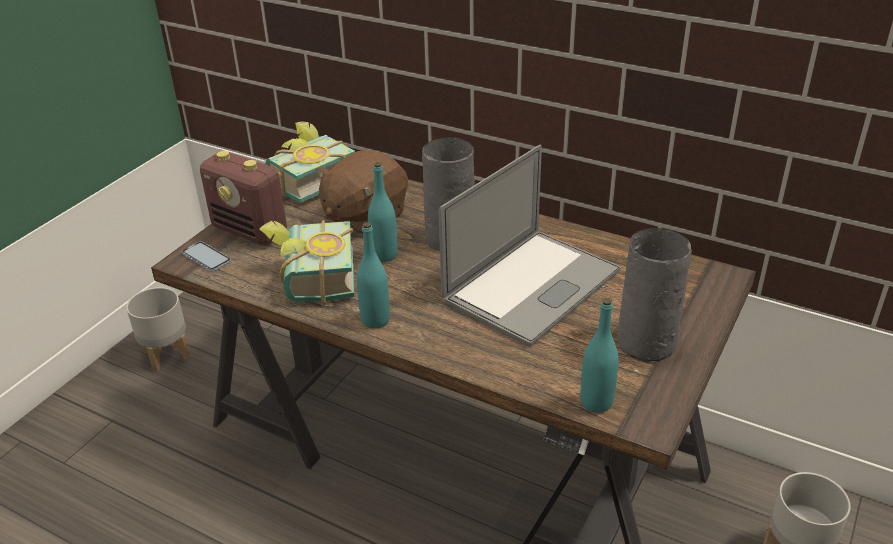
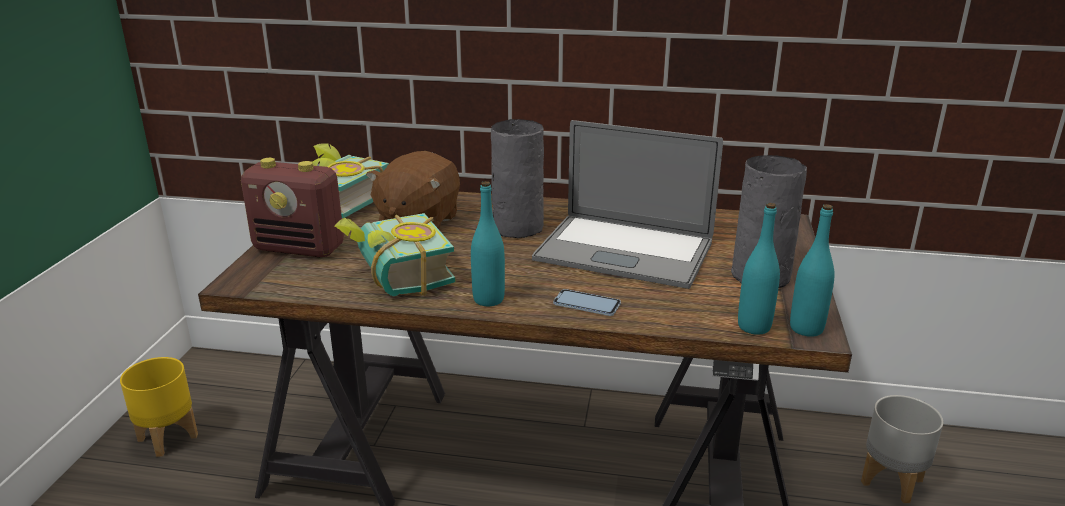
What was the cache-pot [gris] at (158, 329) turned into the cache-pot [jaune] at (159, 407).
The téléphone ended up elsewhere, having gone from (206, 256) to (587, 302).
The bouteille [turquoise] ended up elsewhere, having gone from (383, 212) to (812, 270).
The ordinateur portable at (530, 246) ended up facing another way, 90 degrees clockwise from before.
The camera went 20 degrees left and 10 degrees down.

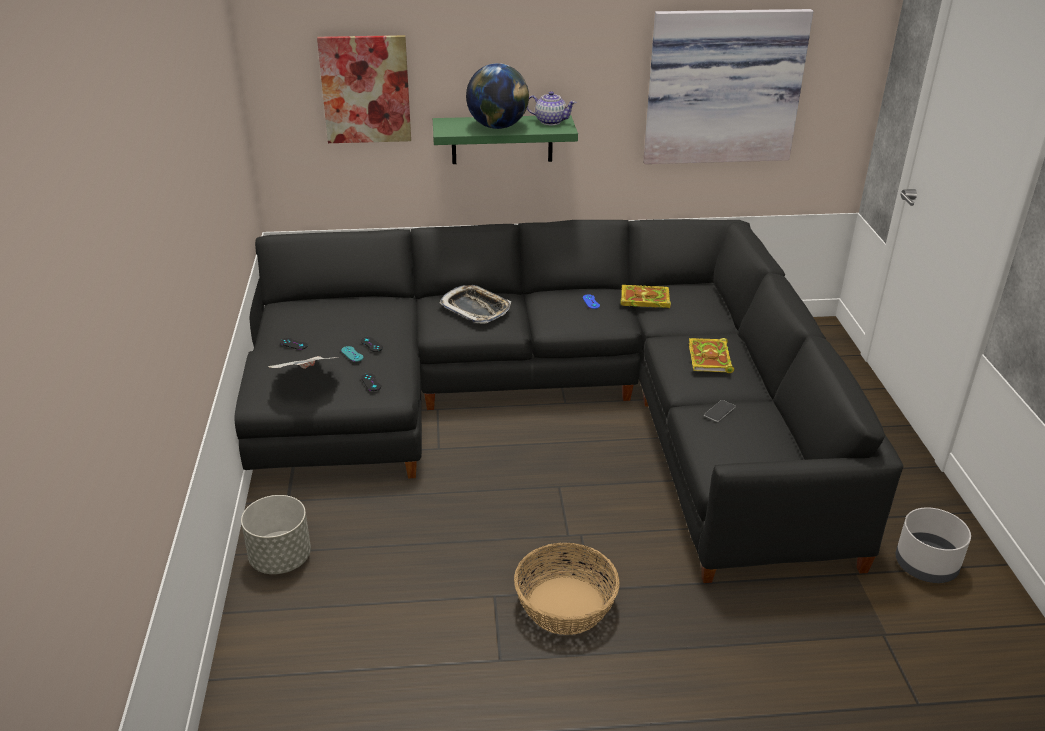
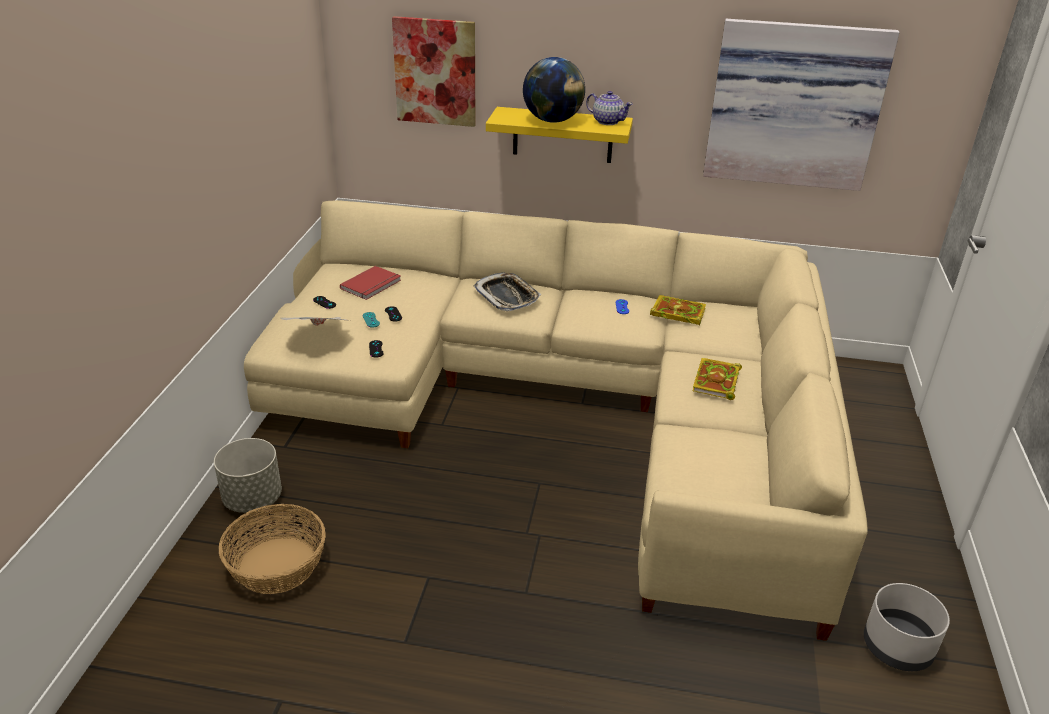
What was the canapé [noir] at (569, 401) turned into the canapé [beige] at (556, 420).
What was the étagère [vert] at (505, 139) turned into the étagère [jaune] at (559, 135).
The panier ended up elsewhere, having gone from (567, 589) to (272, 549).
The second view lost the téléphone at (720, 411).
The second view gained the livre [rouge] at (370, 283).
The camera went 15 degrees right and 0 degrees up.

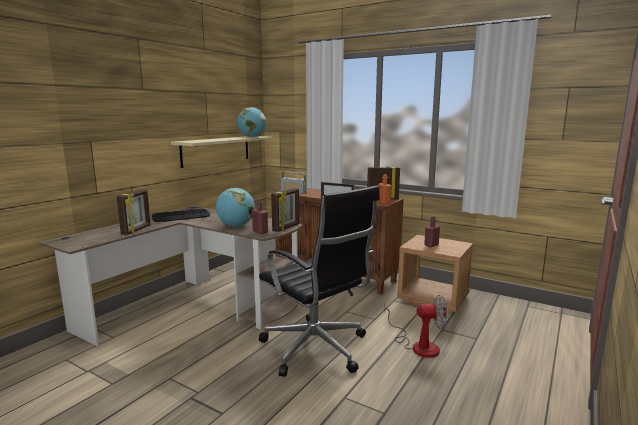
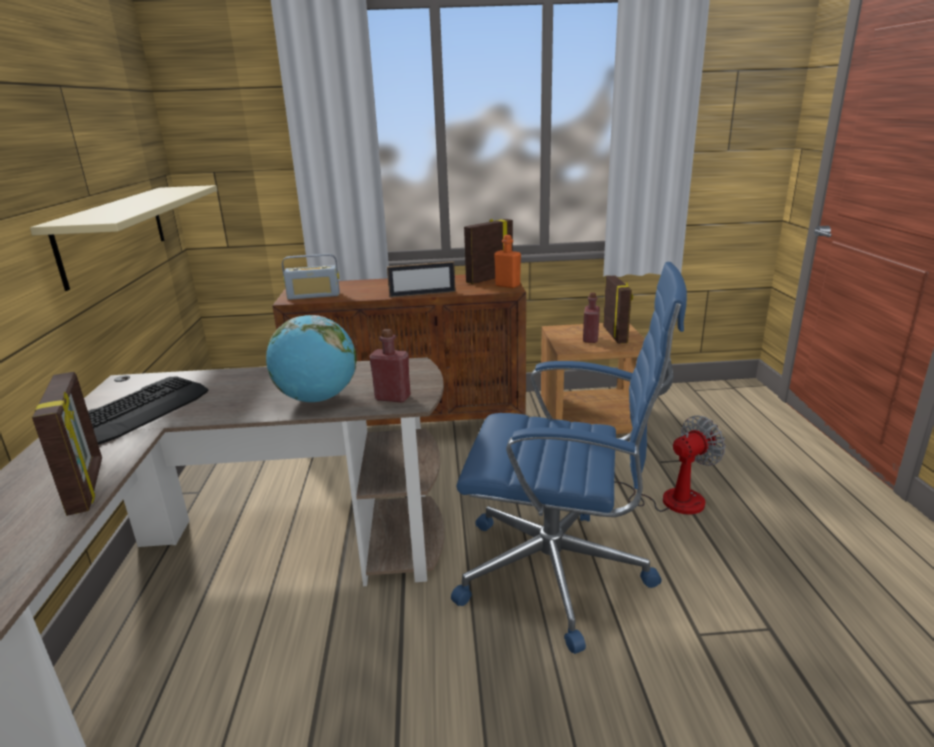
The second view lost the globe at (251, 122).
What was the chaise de bureau [noir] at (319, 281) turned into the chaise de bureau [bleu] at (569, 458).
The cadre photo ended up elsewhere, having gone from (285, 210) to (618, 309).
The camera went 35 degrees left and 10 degrees up.

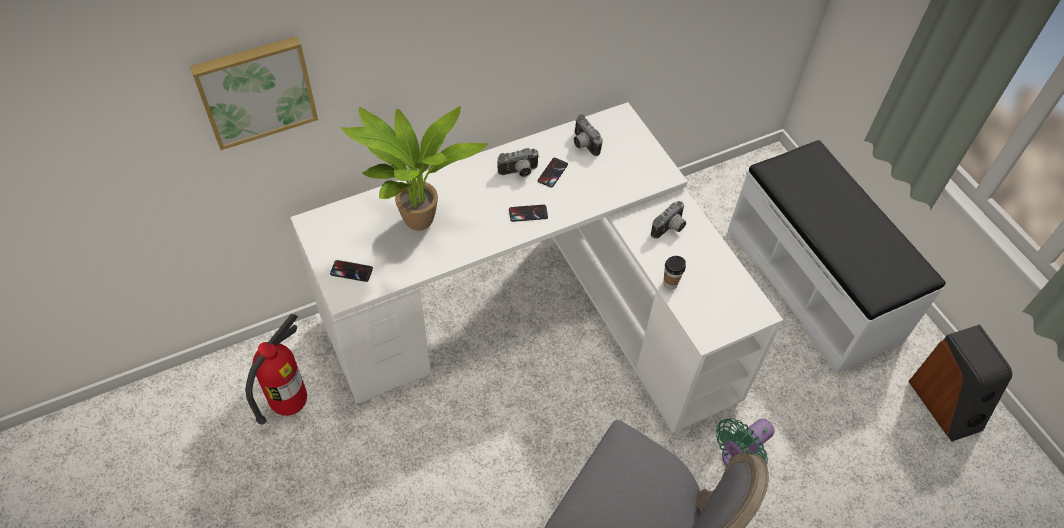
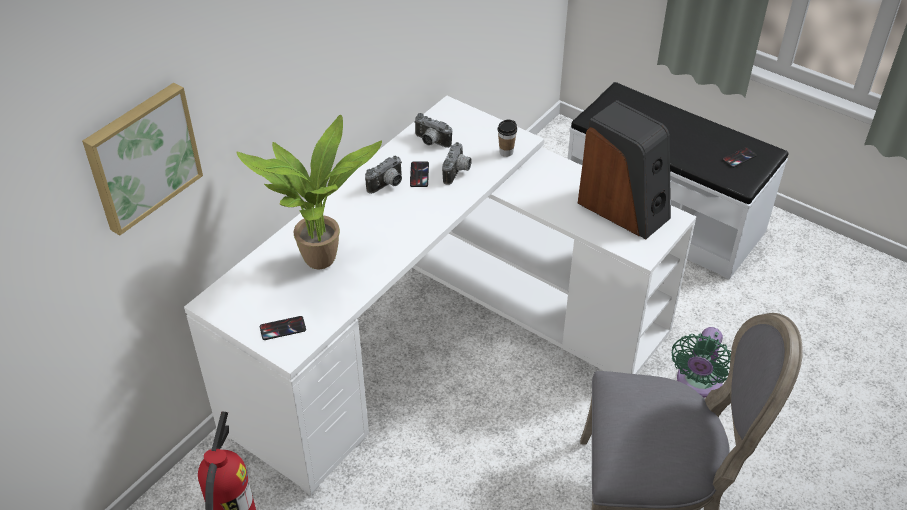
The téléphone ended up elsewhere, having gone from (528, 213) to (739, 157).
The appareil photo ended up elsewhere, having gone from (668, 220) to (457, 163).
The tasse ended up elsewhere, having gone from (674, 273) to (507, 138).
The enceinte ended up elsewhere, having gone from (960, 383) to (624, 169).
The camera went 25 degrees left and 10 degrees down.

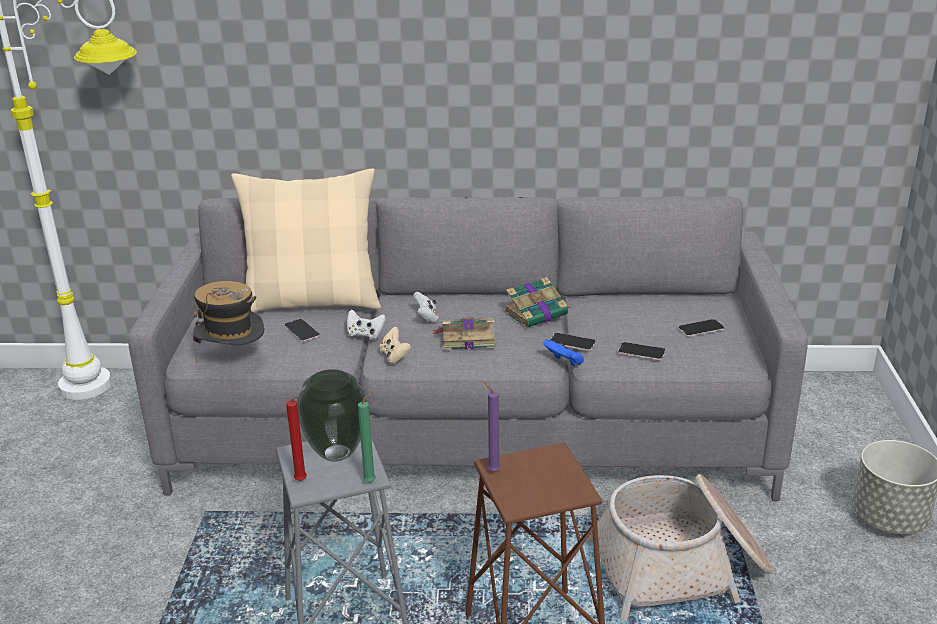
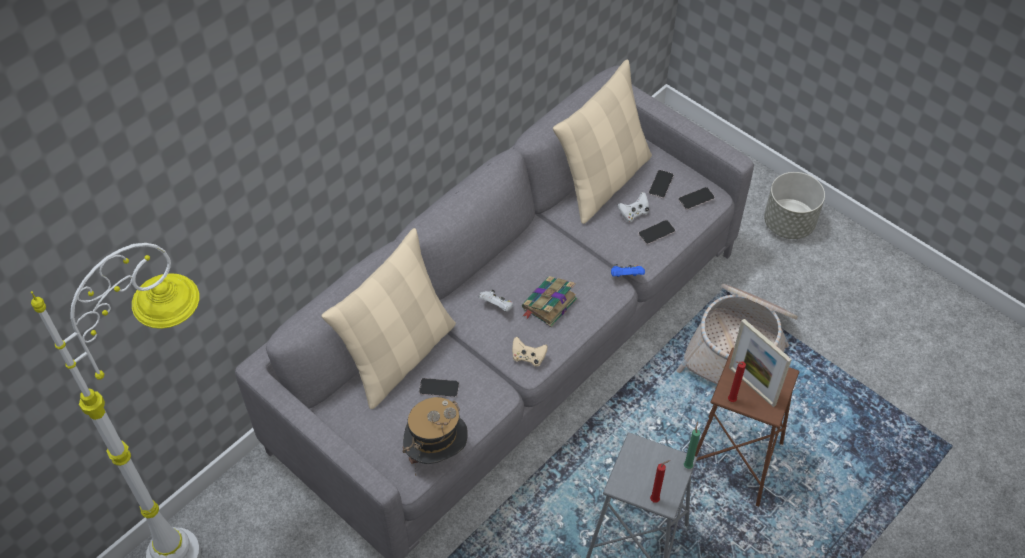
The second view lost the vase at (332, 415).
The manette [blanc] ended up elsewhere, having gone from (366, 324) to (633, 207).
What was the bougie [violet] at (492, 427) turned into the bougie [rouge] at (737, 381).
The second view lost the livre at (537, 302).
The téléphone ended up elsewhere, having gone from (573, 342) to (696, 198).
The second view gained the coussin [beige] at (602, 142).
The second view gained the cadre photo at (760, 363).
The camera went 50 degrees left and 25 degrees up.

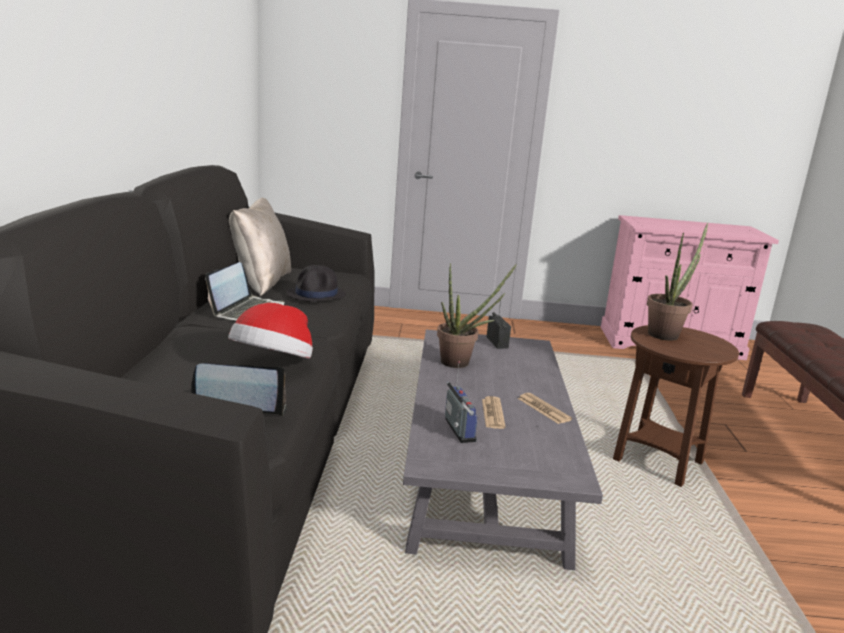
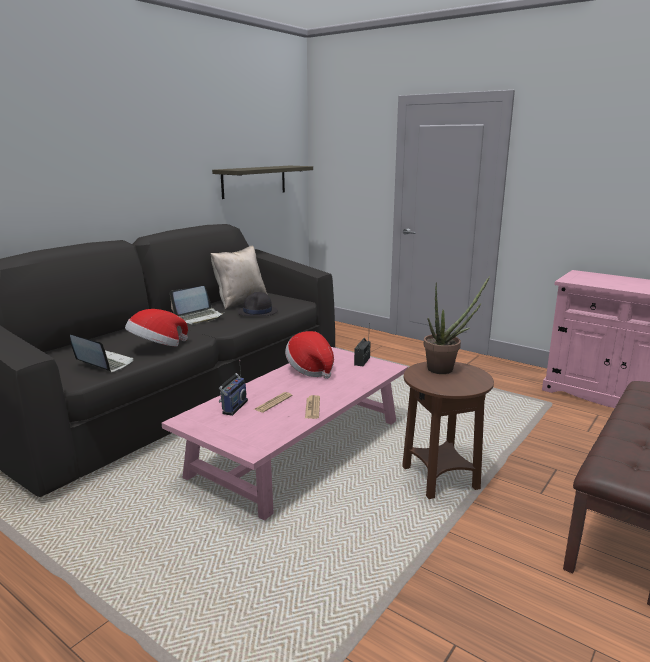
What was the table basse [gris] at (503, 450) turned into the table basse [rose] at (285, 433).
Where the plante en pot stood at (477, 315), the chapeau came to stand at (309, 355).
The second view gained the étagère at (262, 182).
The camera went 35 degrees right and 0 degrees up.

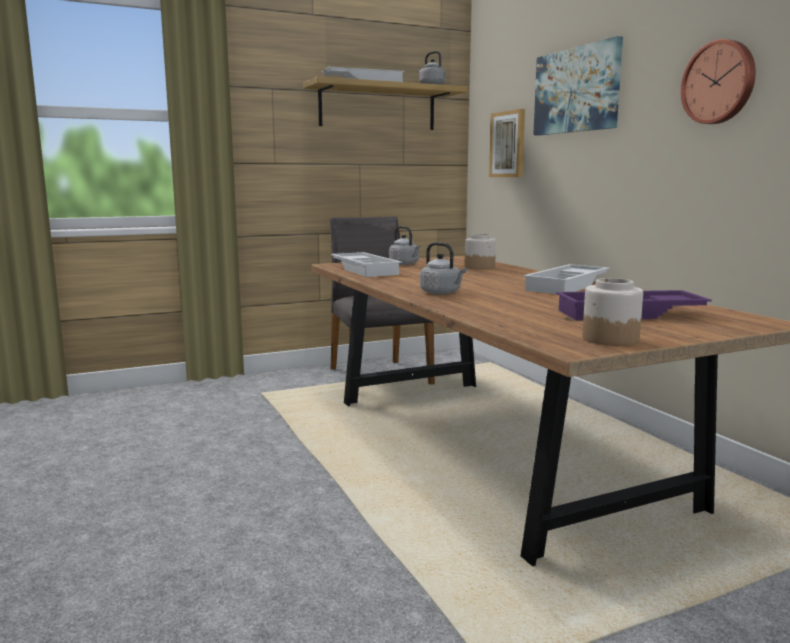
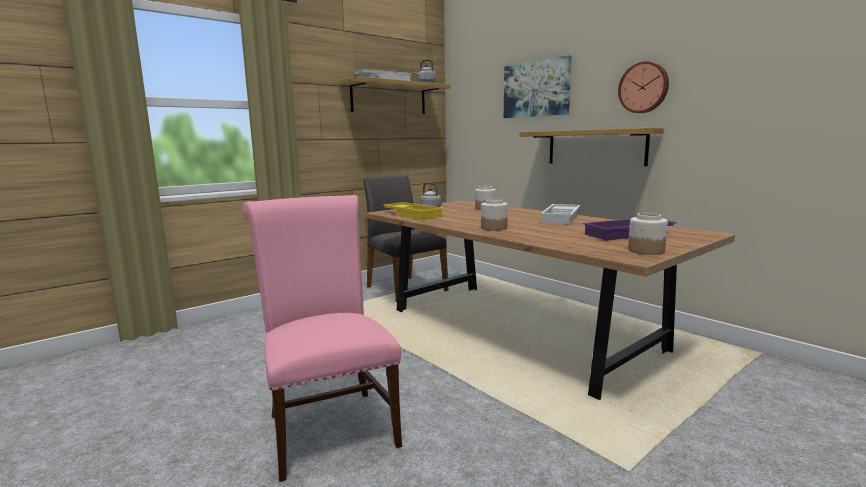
What was the plateau [blanc] at (366, 264) turned into the plateau [jaune] at (413, 211).
Where the bouilloire [gris] stood at (443, 268), the bocal came to stand at (494, 215).
The second view lost the tableau at (507, 143).
The second view gained the chaise [rose] at (322, 338).
The second view gained the étagère at (591, 147).
The camera went 15 degrees left and 0 degrees up.

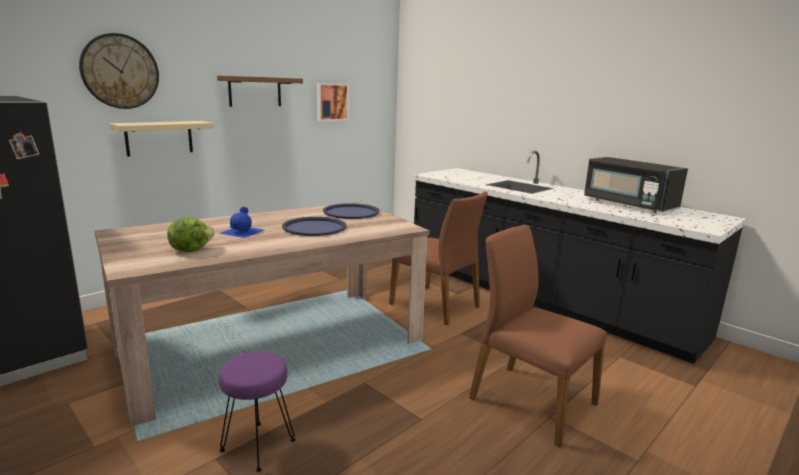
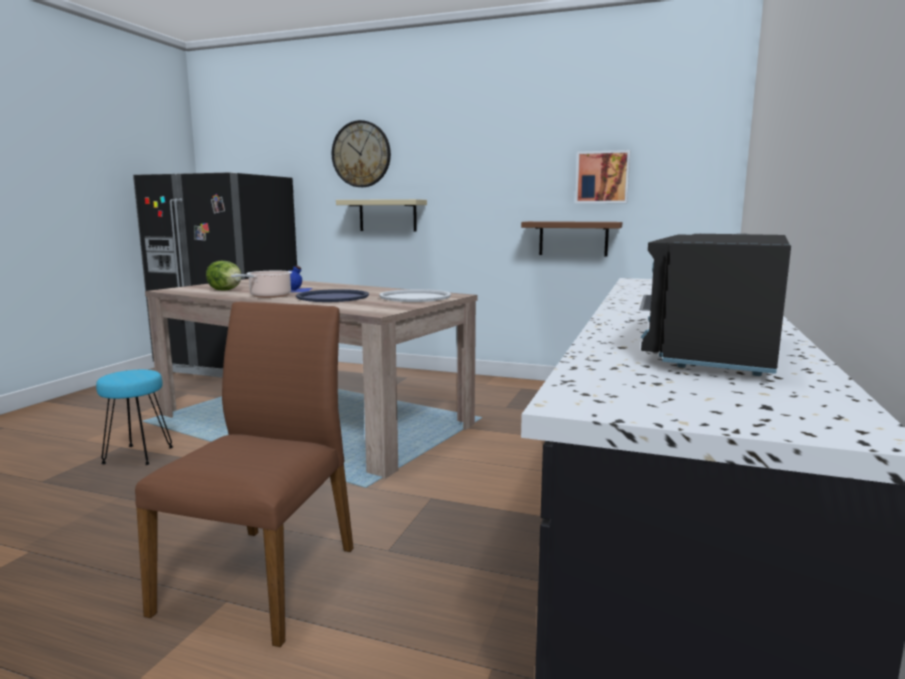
The étagère [marron] ended up elsewhere, having gone from (260, 91) to (571, 239).
What was the tabouret [violet] at (257, 411) turned into the tabouret [turquoise] at (134, 417).
What was the plateau [bleu] at (351, 211) turned into the plateau [blanc] at (415, 295).
The second view lost the chaise [marron] at (438, 258).
The second view gained the marmite at (261, 284).
The camera went 65 degrees right and 5 degrees down.

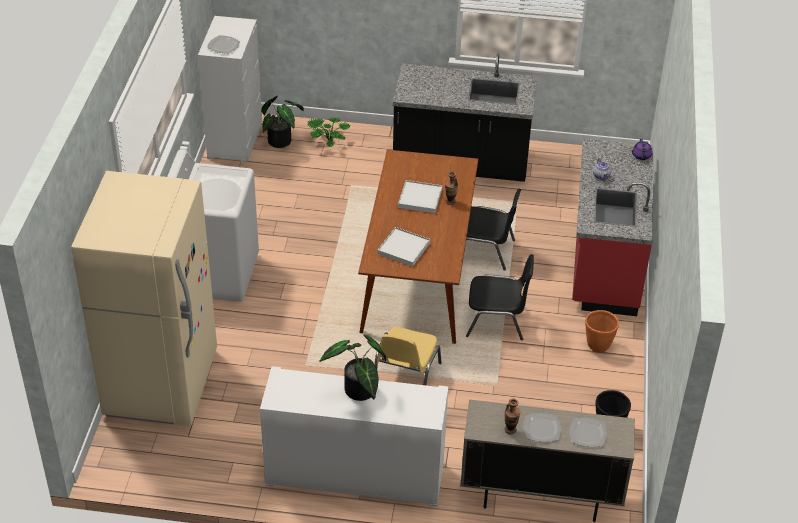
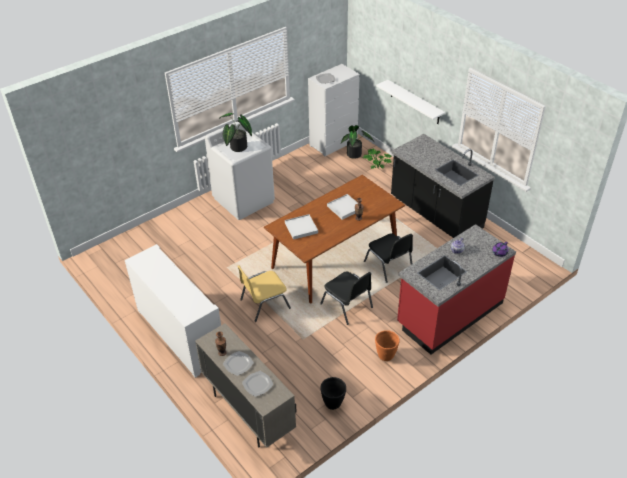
The second view lost the réfrigérateur [beige] at (144, 298).
The plante en pot ended up elsewhere, having gone from (352, 368) to (235, 132).
The second view gained the étagère [blanc] at (410, 102).
The camera went 45 degrees right and 0 degrees up.

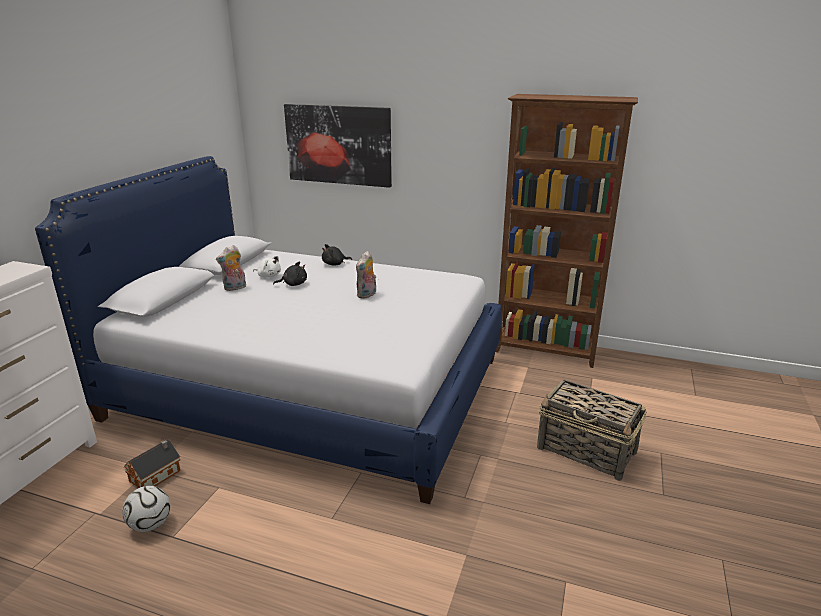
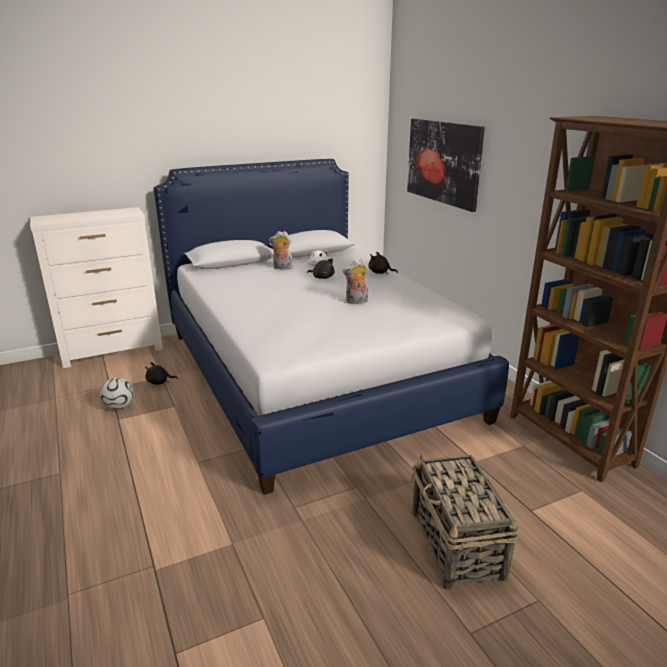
Where the maison miniature stood at (152, 463), the peluche [noir] came to stand at (161, 373).
The camera went 45 degrees right and 0 degrees up.

